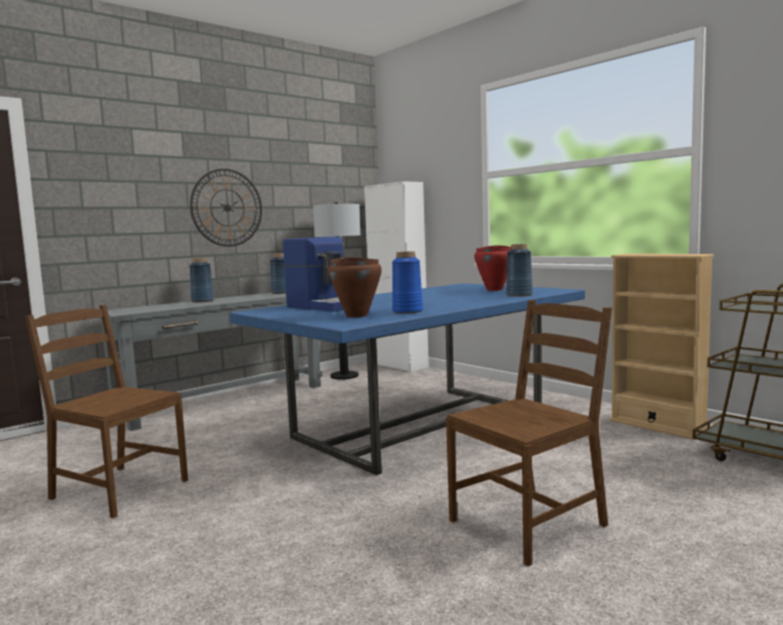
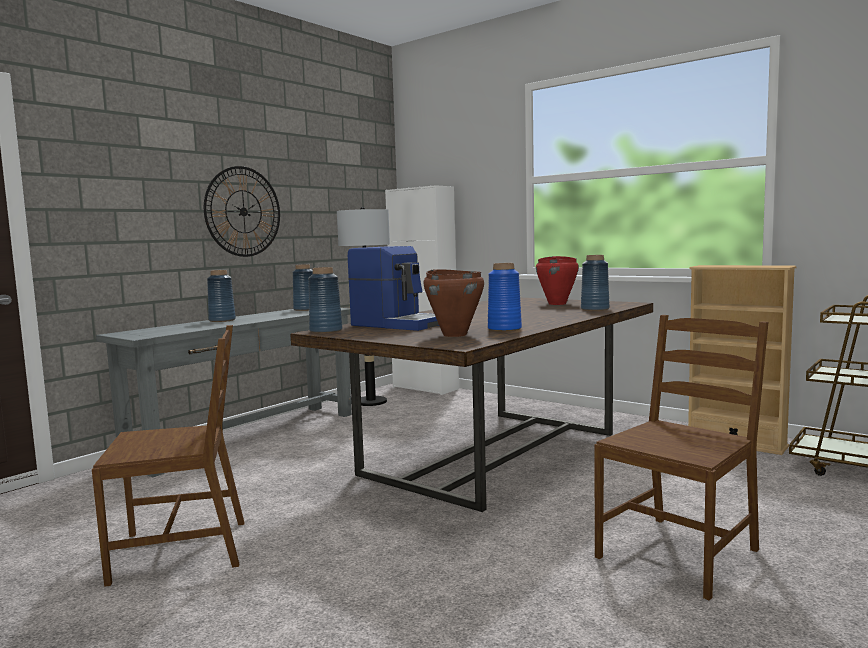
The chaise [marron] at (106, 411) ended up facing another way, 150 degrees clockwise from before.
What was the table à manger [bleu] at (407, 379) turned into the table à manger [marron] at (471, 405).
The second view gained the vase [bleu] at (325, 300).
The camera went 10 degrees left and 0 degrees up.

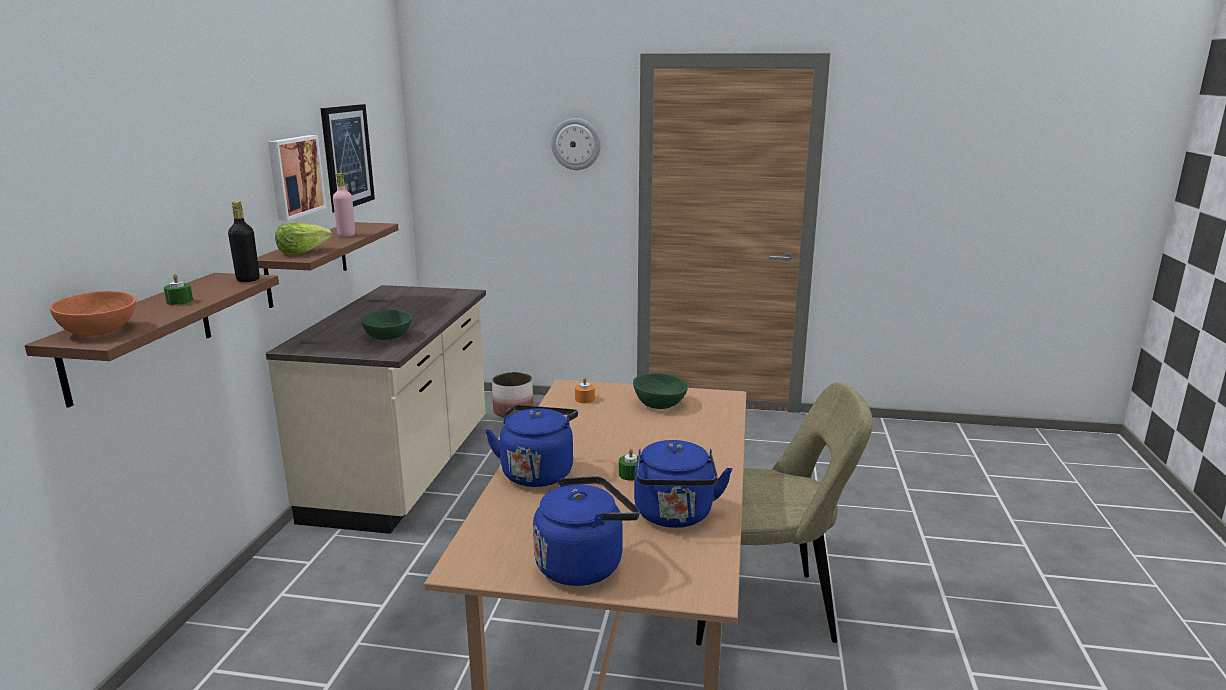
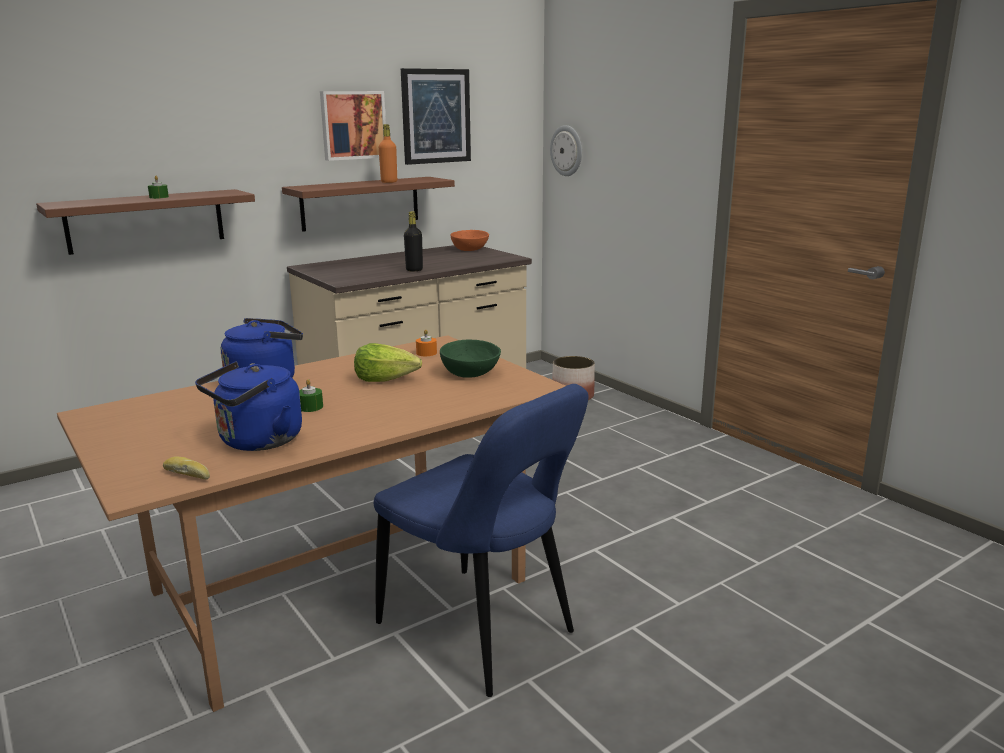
The bol [orange] ended up elsewhere, having gone from (93, 313) to (470, 240).
The bouteille [noir] ended up elsewhere, having gone from (244, 241) to (413, 241).
The laitue ended up elsewhere, having gone from (303, 238) to (388, 362).
What was the bouteille [rose] at (344, 205) turned into the bouteille [orange] at (388, 153).
The second view lost the bol [vert] at (387, 324).
The second view lost the bouilloire [bleu] at (586, 531).
The horloge murale ended up elsewhere, having gone from (576, 144) to (566, 150).
What was the chaise [beige] at (784, 514) turned into the chaise [bleu] at (481, 540).
The second view gained the pain at (186, 468).
The camera went 45 degrees right and 0 degrees up.

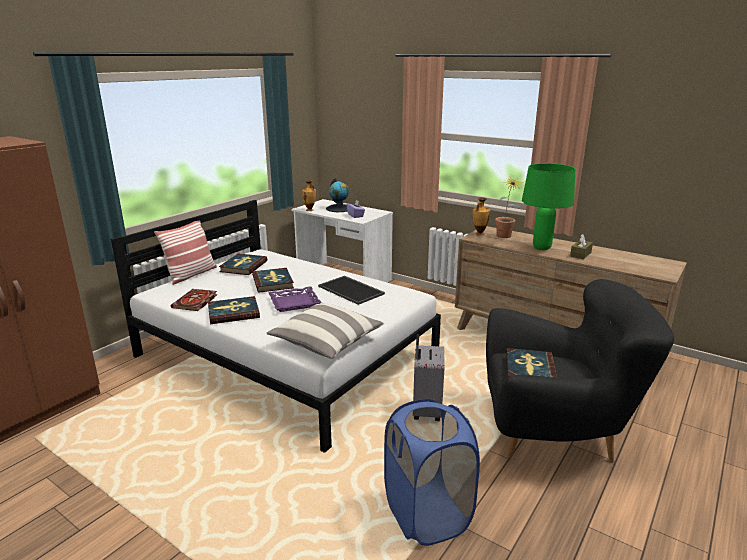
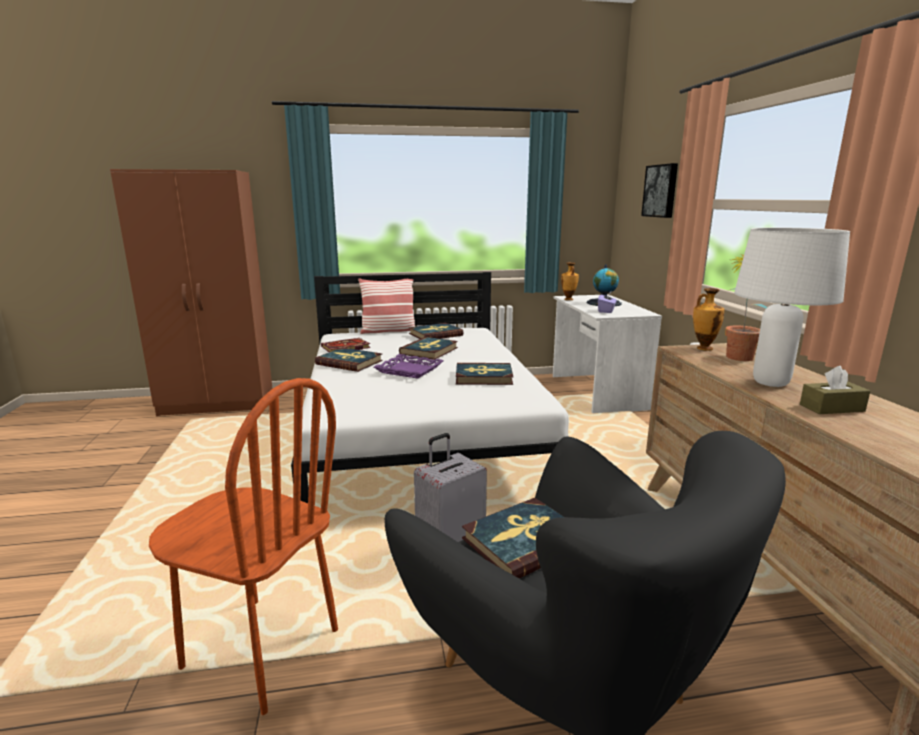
The second view lost the coussin at (325, 331).
Where the plateau stood at (351, 290), the livre came to stand at (484, 374).
Where the panier à linge [bleu] stood at (432, 472), the chaise [marron] came to stand at (243, 546).
What was the lampe de table [vert] at (548, 206) turned into the lampe de table [blanc] at (792, 307).
The second view gained the tableau at (659, 190).
The camera went 45 degrees right and 5 degrees down.

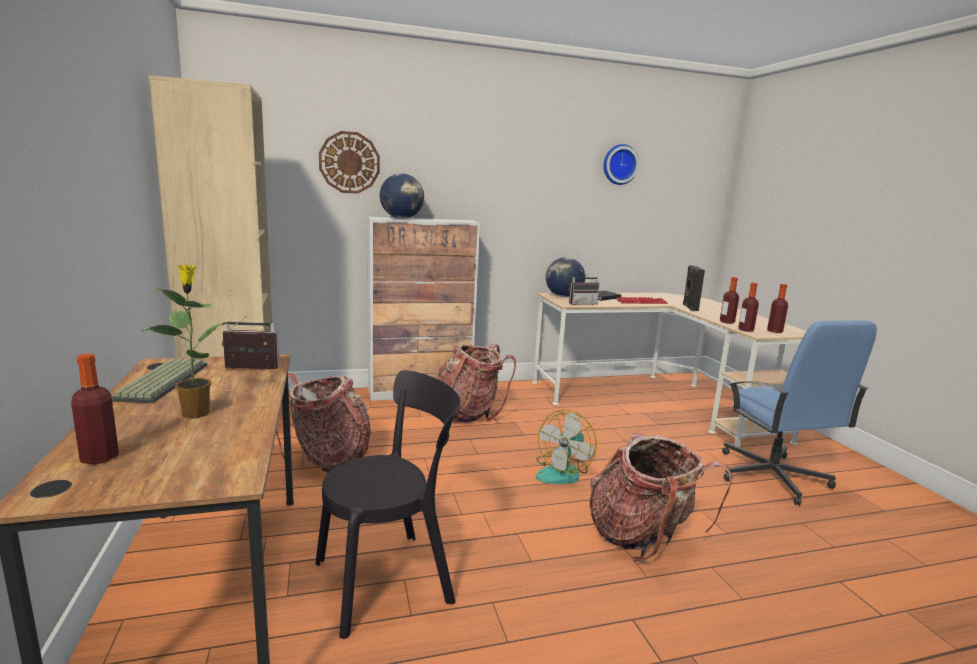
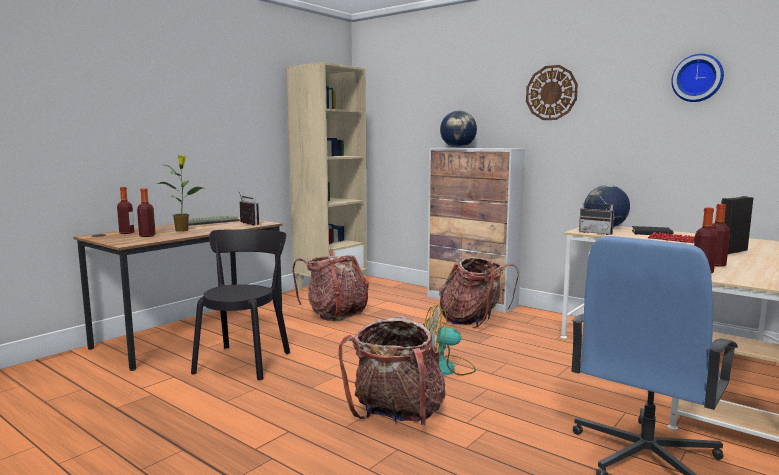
The chaise [noir] at (388, 504) ended up facing another way, 105 degrees counterclockwise from before.
The horloge murale ended up elsewhere, having gone from (349, 162) to (552, 92).
The bouteille ended up elsewhere, having gone from (777, 308) to (146, 212).
The camera went 55 degrees right and 5 degrees down.

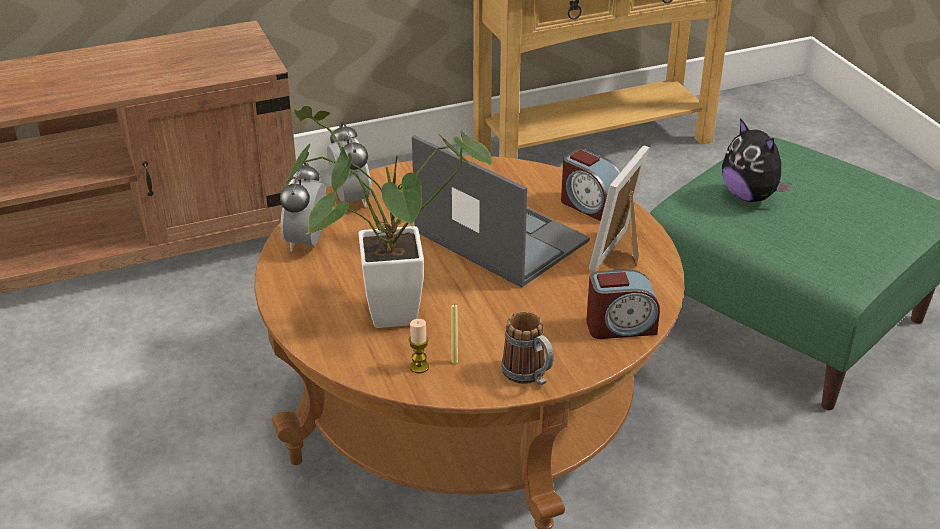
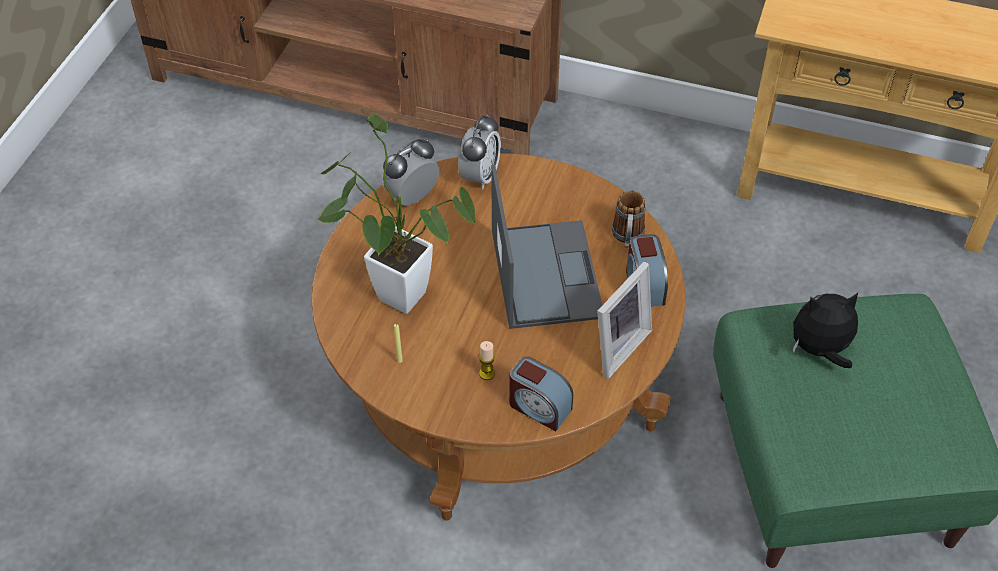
The bougie ended up elsewhere, having gone from (419, 346) to (487, 360).
The mug ended up elsewhere, having gone from (527, 348) to (629, 219).
The cadre photo at (619, 208) ended up facing another way, 150 degrees clockwise from before.
The peluche at (756, 160) ended up facing another way, 75 degrees clockwise from before.
The camera went 40 degrees right and 15 degrees up.

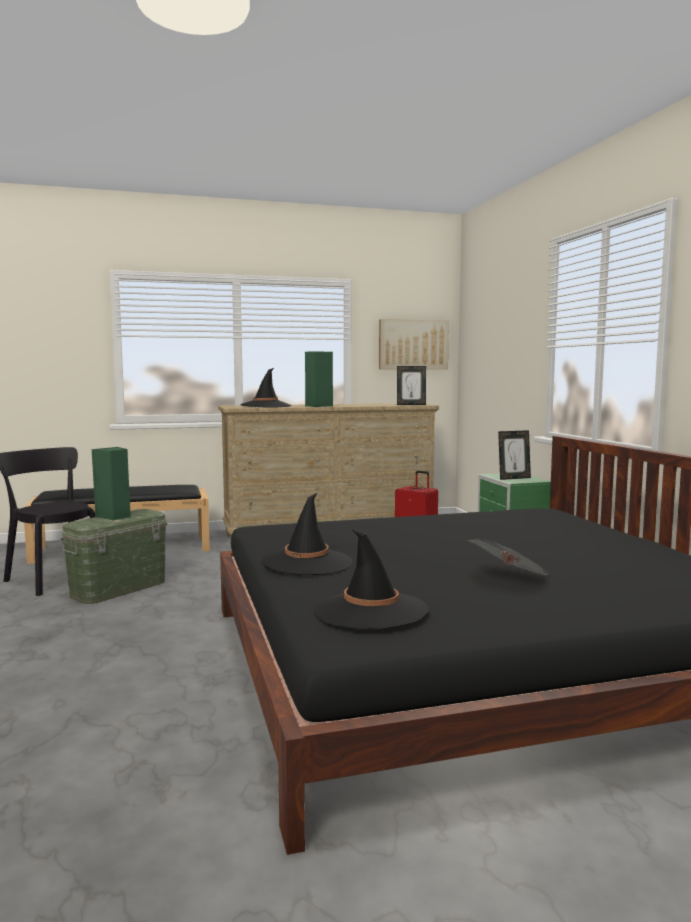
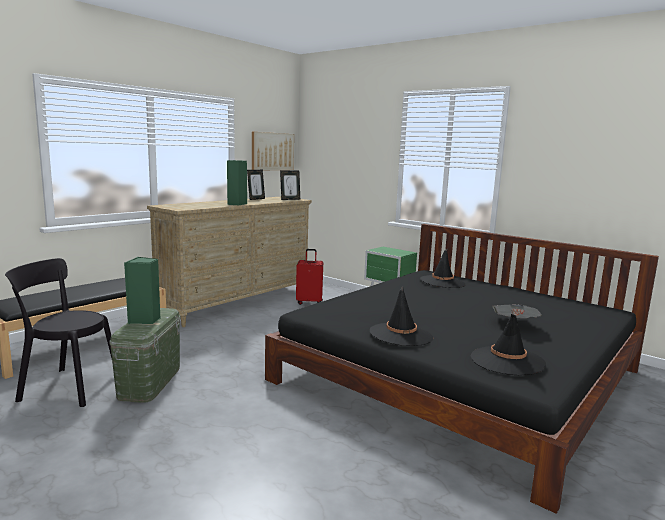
The chapeau [noir] ended up elsewhere, having gone from (266, 387) to (443, 268).
The cadre photo ended up elsewhere, having gone from (514, 455) to (256, 185).
The camera went 35 degrees left and 5 degrees up.

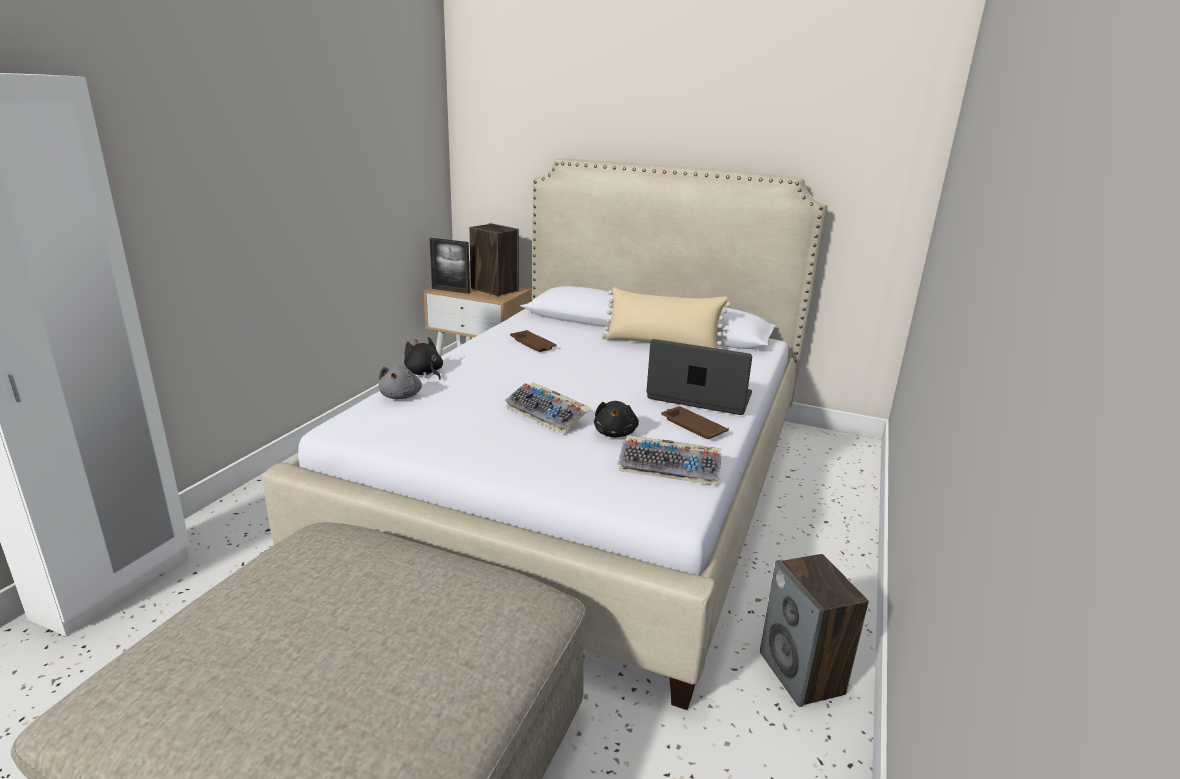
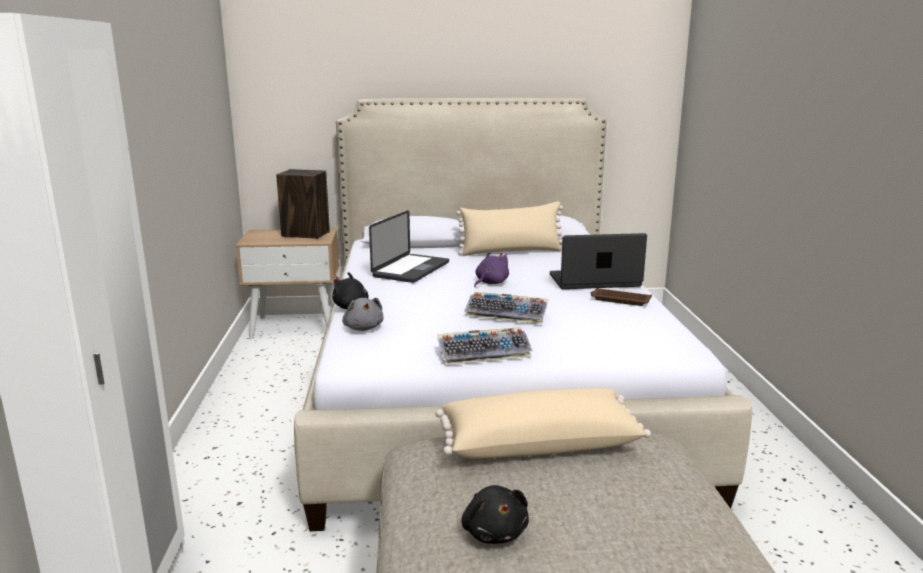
The second view lost the cadre photo at (449, 266).
Where the plateau [marron] stood at (533, 341), the ordinateur portable came to stand at (409, 246).
The peluche [noir] ended up elsewhere, having gone from (616, 419) to (495, 514).
The clavier ended up elsewhere, having gone from (669, 460) to (485, 346).
The second view lost the enceinte at (814, 630).
The second view gained the coussin [beige] at (543, 423).
The second view gained the peluche [violet] at (491, 269).
The camera went 25 degrees left and 5 degrees down.

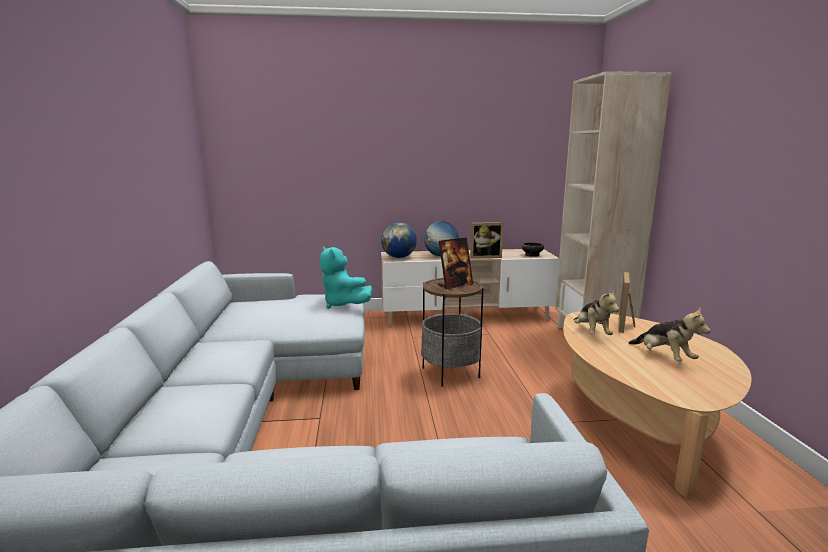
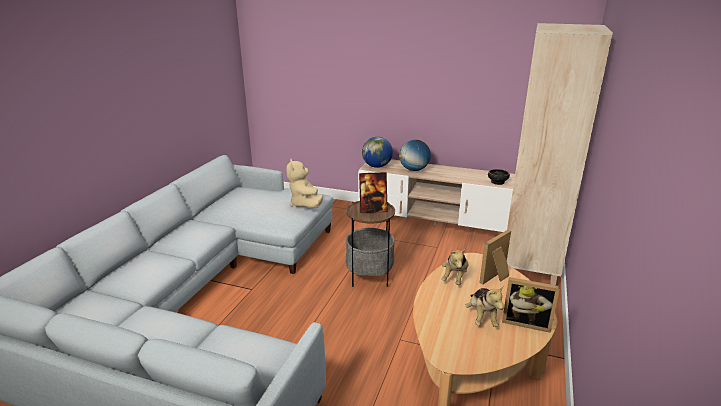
What was the peluche [turquoise] at (346, 277) turned into the peluche [beige] at (304, 183).
The cadre photo ended up elsewhere, having gone from (487, 240) to (531, 305).
The camera went 25 degrees right and 10 degrees up.

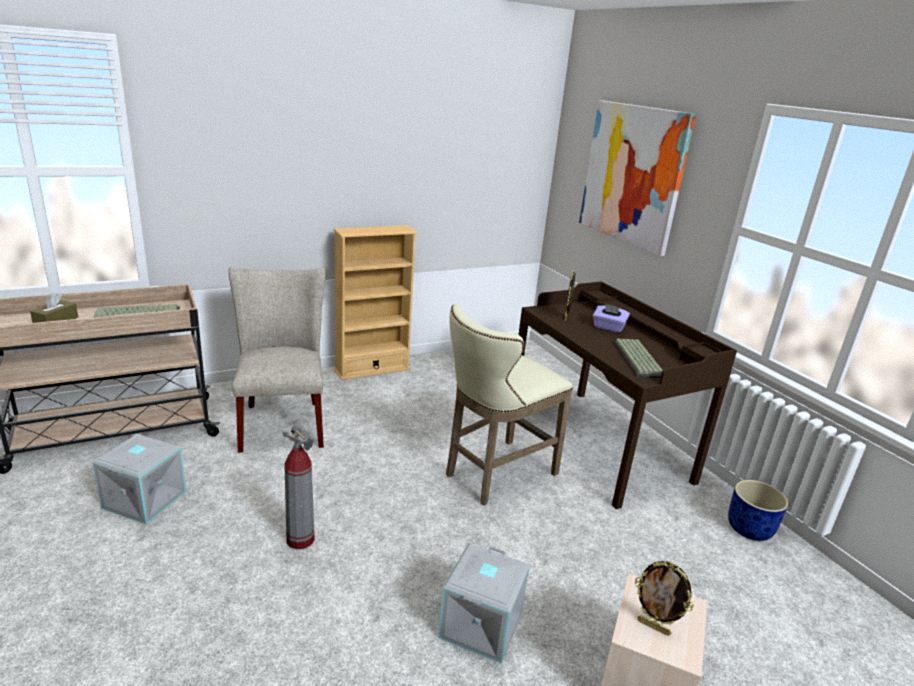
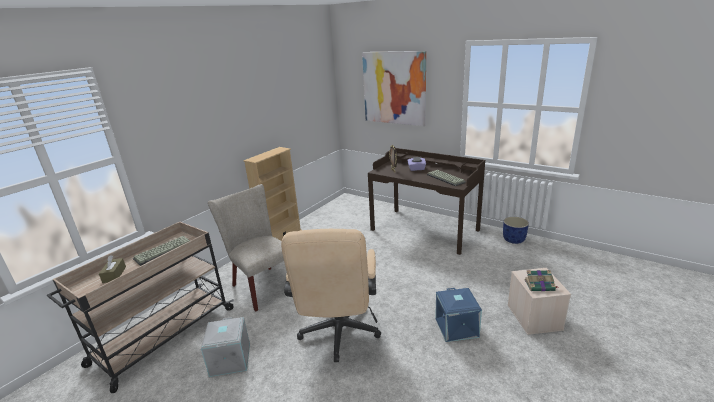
Where the extincteur stood at (298, 487), the chaise de bureau [beige] came to stand at (331, 295).
What was the boîte de rangement [gris] at (484, 603) turned into the boîte de rangement [bleu] at (458, 315).
The second view lost the tabouret [beige] at (509, 405).
Where the cadre photo stood at (664, 598), the livre came to stand at (541, 280).
The camera went 25 degrees left and 0 degrees up.

